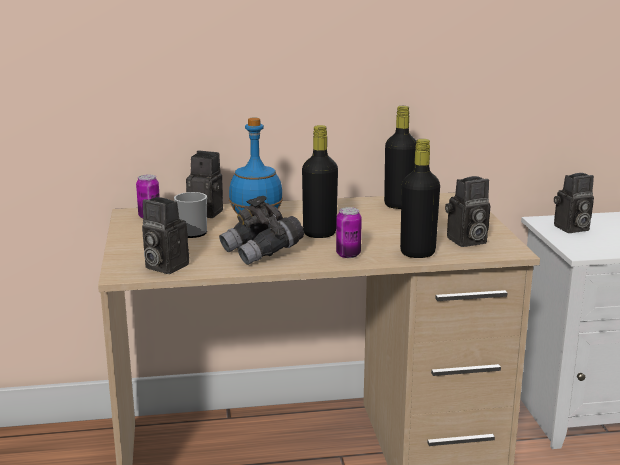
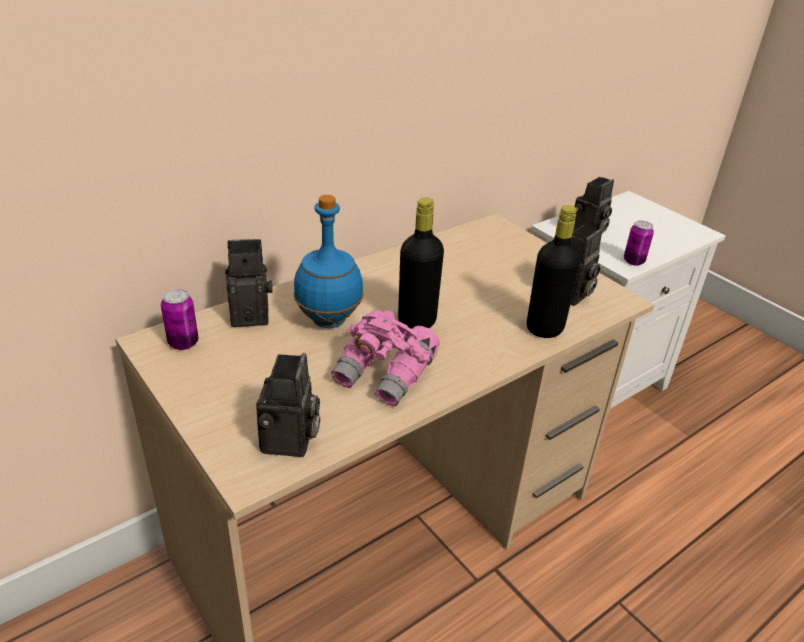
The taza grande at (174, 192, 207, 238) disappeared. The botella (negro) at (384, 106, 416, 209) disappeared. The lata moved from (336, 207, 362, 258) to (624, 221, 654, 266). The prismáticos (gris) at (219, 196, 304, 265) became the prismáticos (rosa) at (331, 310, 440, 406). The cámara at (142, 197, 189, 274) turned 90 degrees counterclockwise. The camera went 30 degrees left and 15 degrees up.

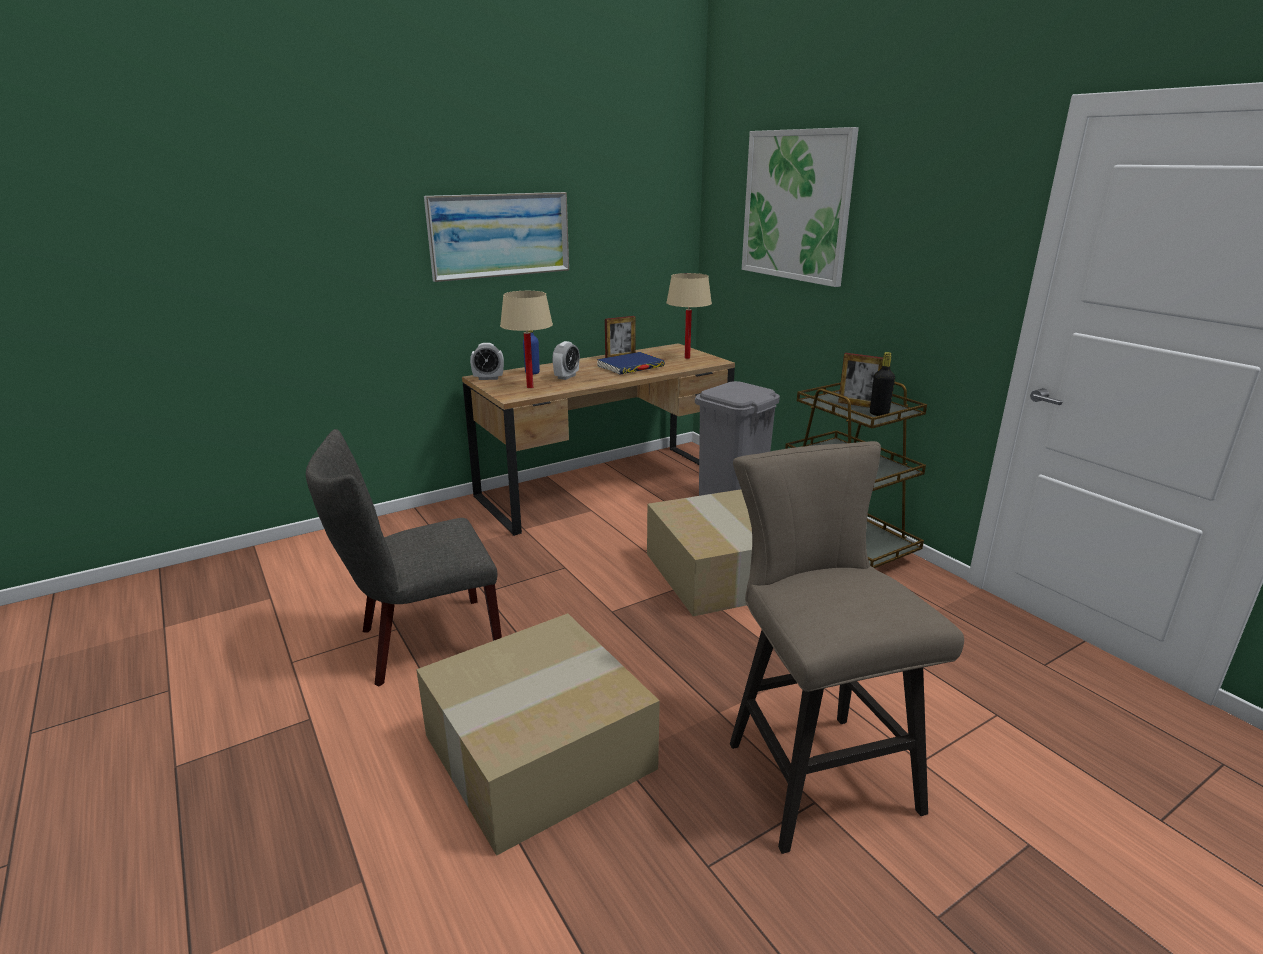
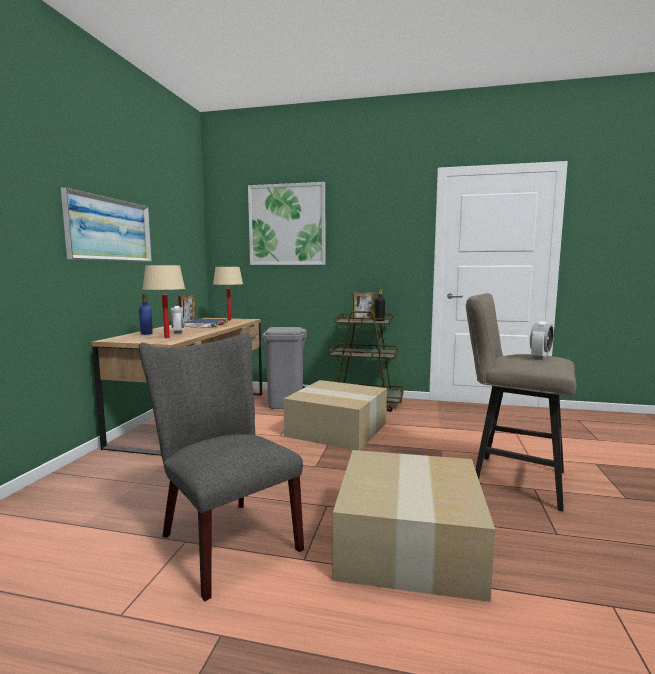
The despertador moved from (470, 343, 504, 380) to (530, 321, 554, 360). The silla (gris) at (306, 429, 502, 686) turned 120 degrees clockwise. The camera went 45 degrees left and 15 degrees down.

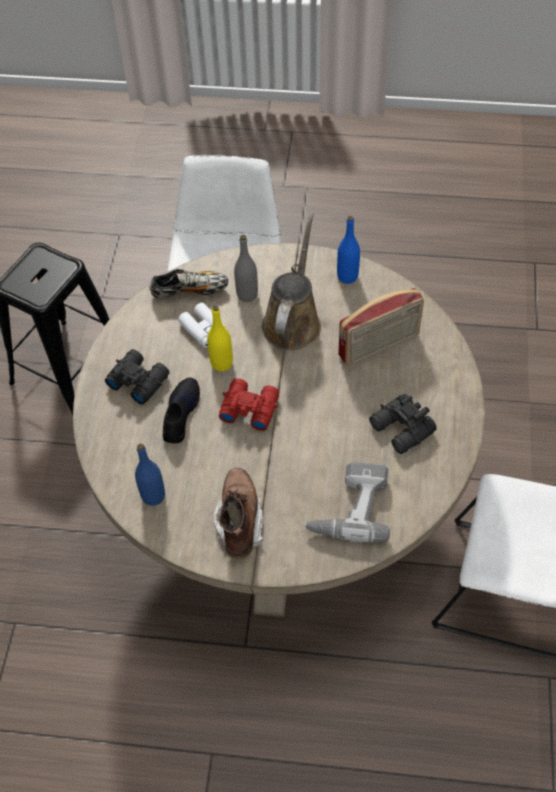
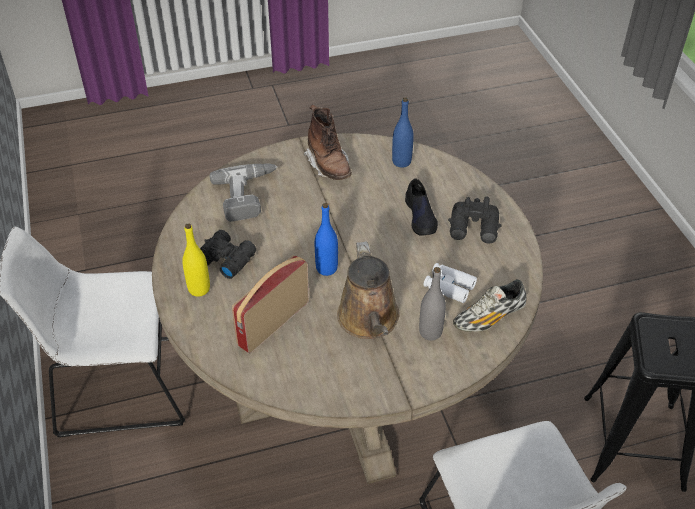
The prismáticos (rojo) at (219, 378, 279, 431) disappeared. The botella (amarillo) moved from (207, 305, 233, 371) to (182, 223, 210, 297). The botella (azul) moved from (337, 216, 360, 284) to (315, 203, 338, 276). The camera went 155 degrees right and 10 degrees down.

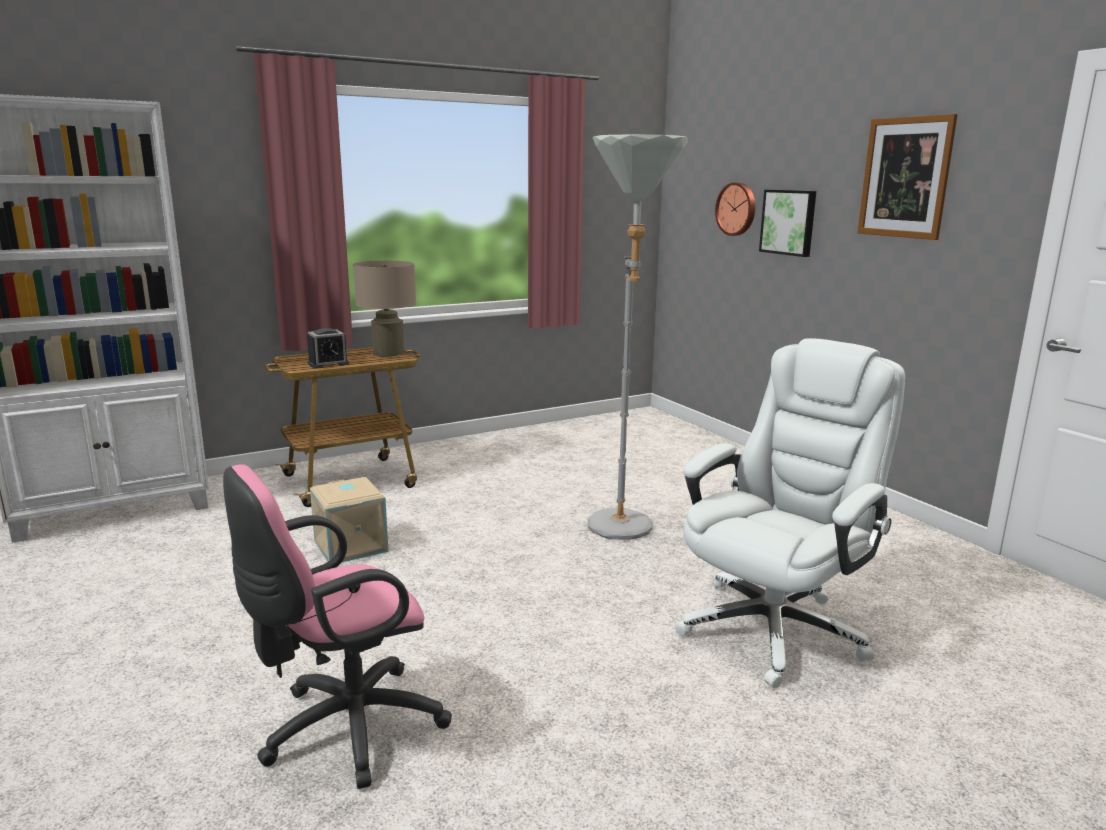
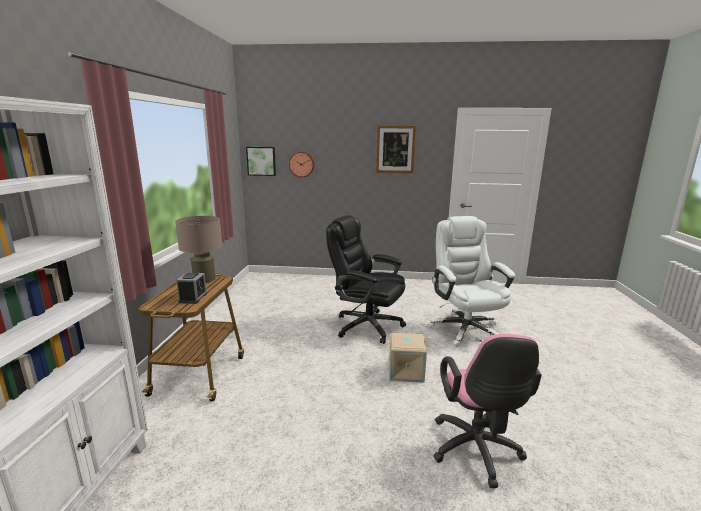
The caja de almacenaje (beis) moved from (310, 477, 389, 563) to (389, 333, 428, 383). The cuadro moved from (759, 190, 816, 257) to (246, 147, 276, 176). The lámpara de pie (gris) at (588, 134, 688, 540) was replaced by the silla de oficina (negro) at (326, 215, 406, 344). The camera went 55 degrees left and 0 degrees up.

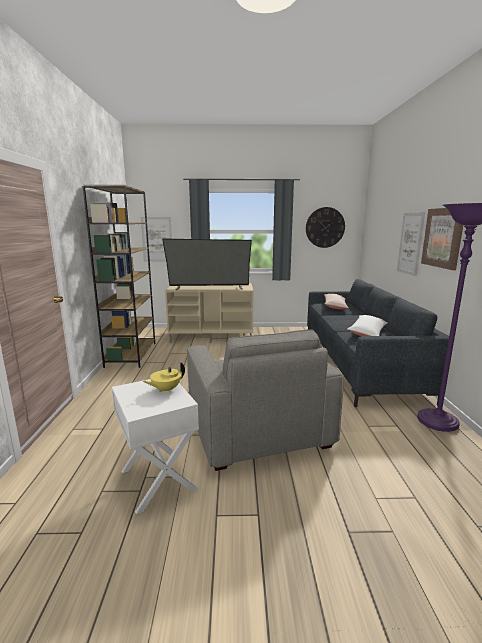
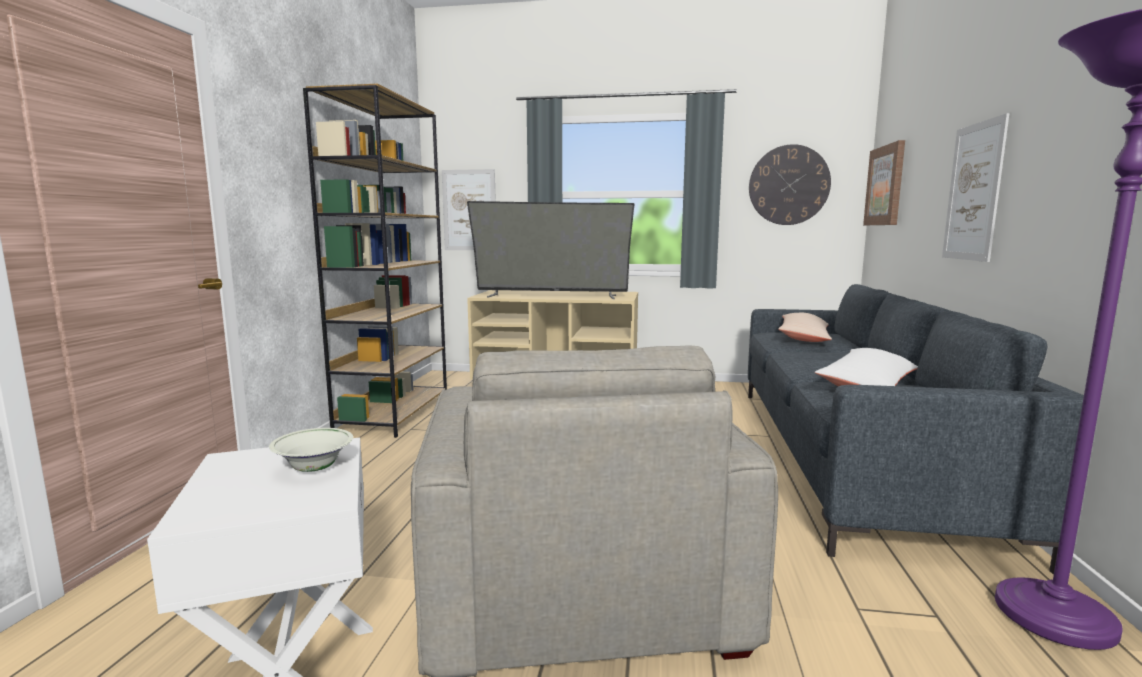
The cuadro moved from (421, 208, 463, 270) to (863, 140, 905, 225). The tetera (amarillo) at (143, 362, 185, 393) was replaced by the cuenco (blanco) at (269, 428, 353, 472). The camera went 10 degrees right and 5 degrees down.

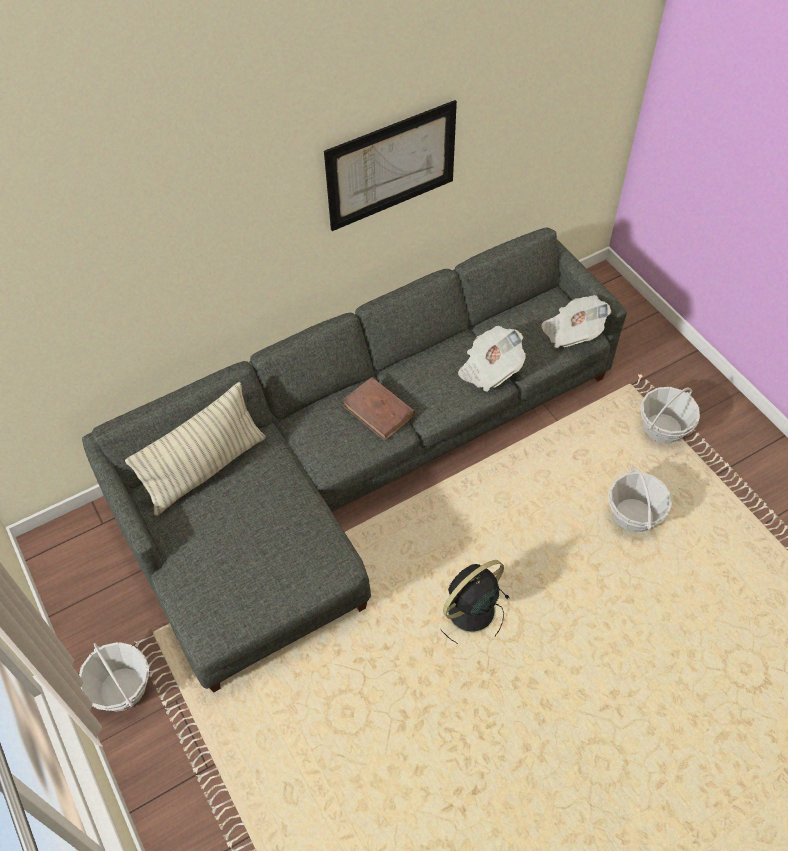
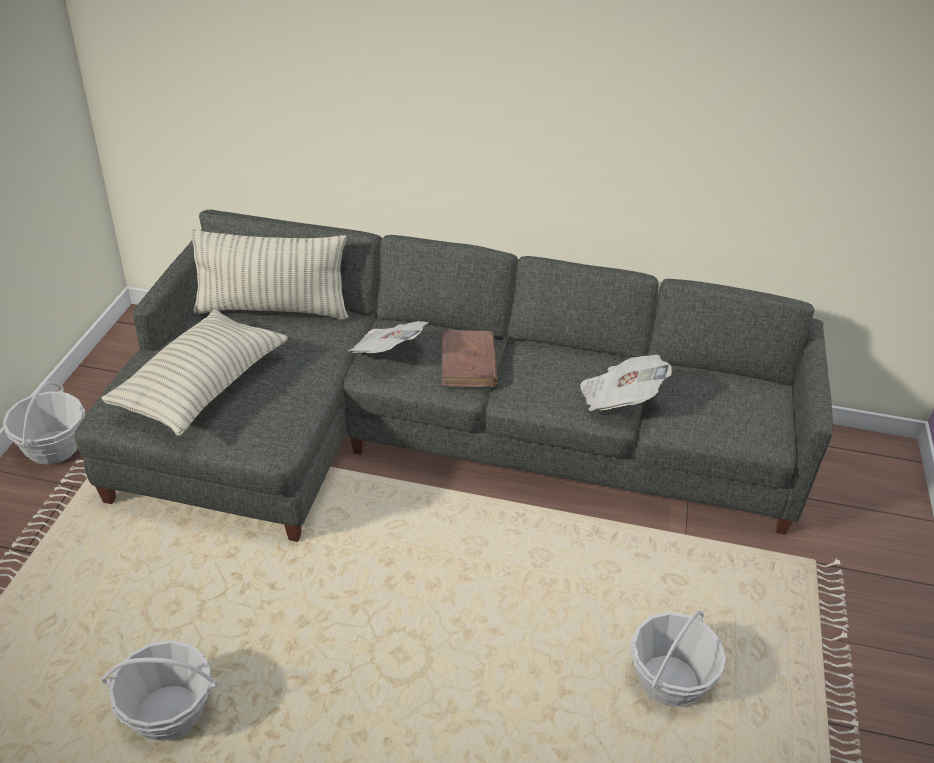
The cuadro at (324, 100, 457, 231) disappeared. The ventilador (negro) at (440, 560, 509, 644) disappeared. The cojín at (101, 309, 288, 436) appeared. The periódico moved from (541, 295, 611, 348) to (348, 321, 428, 353). The cesta moved from (640, 387, 700, 444) to (101, 640, 218, 741). The camera went 40 degrees right and 15 degrees down.

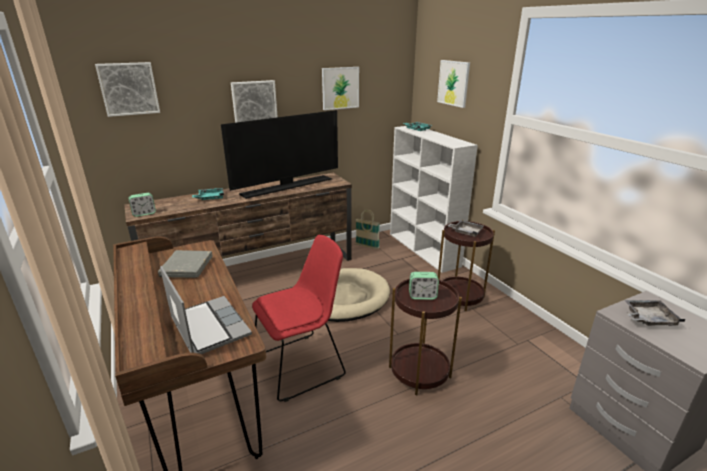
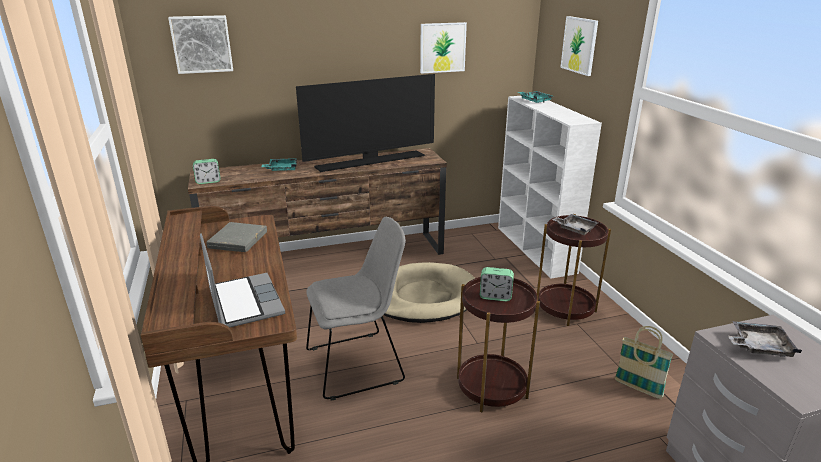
The cuadro at (231, 80, 278, 123) disappeared. The cesta moved from (356, 210, 380, 249) to (615, 326, 673, 399). The silla (rojo) at (252, 235, 346, 402) became the silla (gris) at (306, 217, 406, 400). The camera went 10 degrees right and 0 degrees up.

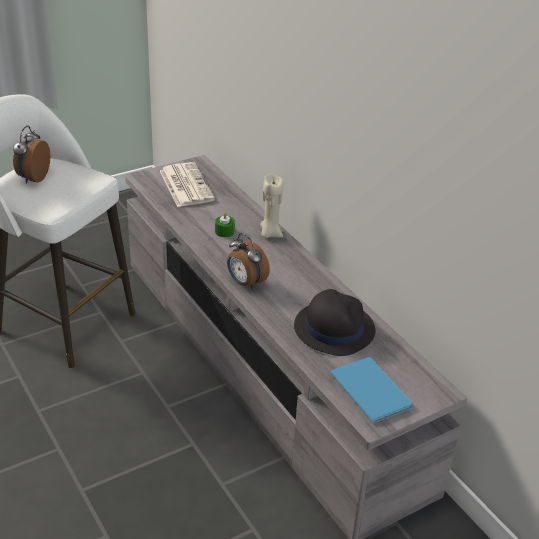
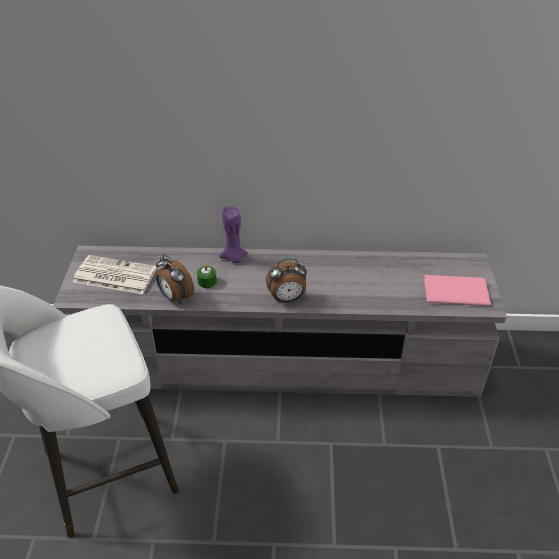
The sombrero (negro) at (294, 289, 376, 356) disappeared. The despertador moved from (13, 126, 50, 183) to (156, 254, 194, 304). The vela (beis) at (260, 174, 283, 238) became the vela (morado) at (219, 206, 248, 264). The libro (azul) at (330, 357, 412, 424) became the libro (rosa) at (424, 275, 490, 306). The camera went 55 degrees left and 5 degrees up.

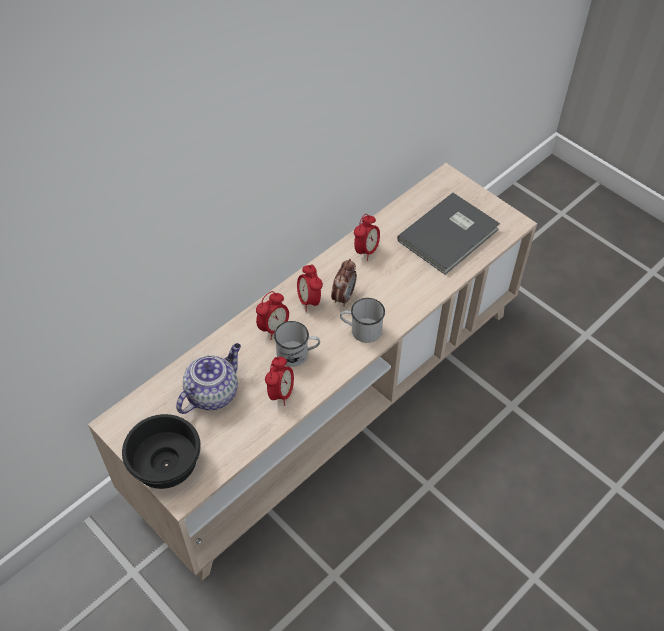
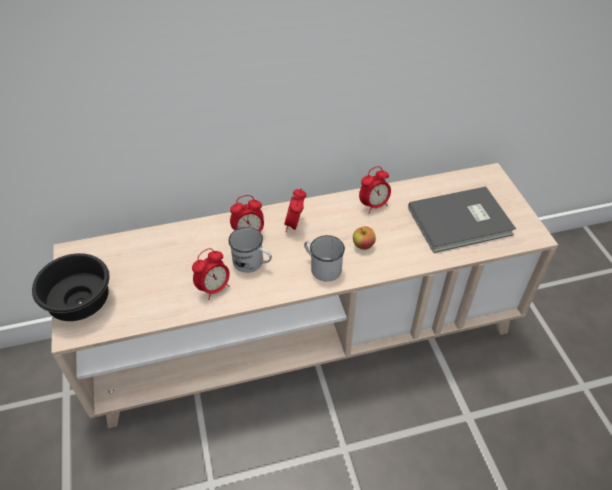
The tetera at (176, 343, 241, 414) disappeared. The despertador at (331, 259, 357, 307) disappeared. The manzana at (353, 226, 376, 250) appeared. The camera went 30 degrees right and 5 degrees down.

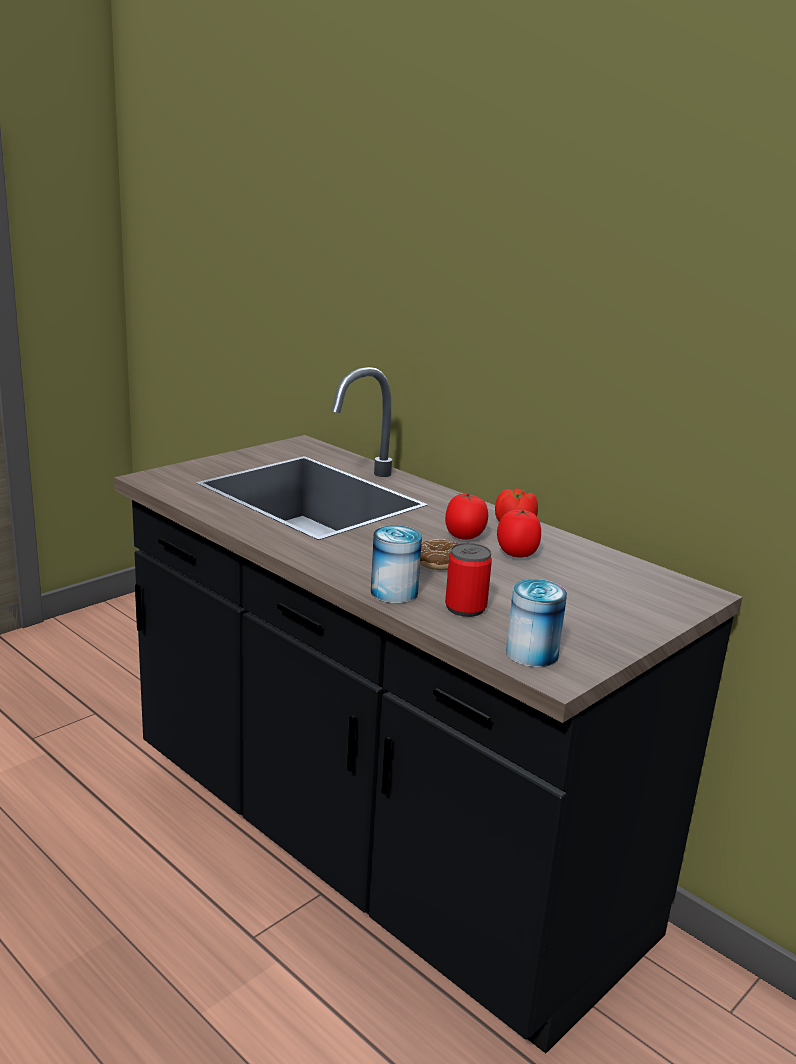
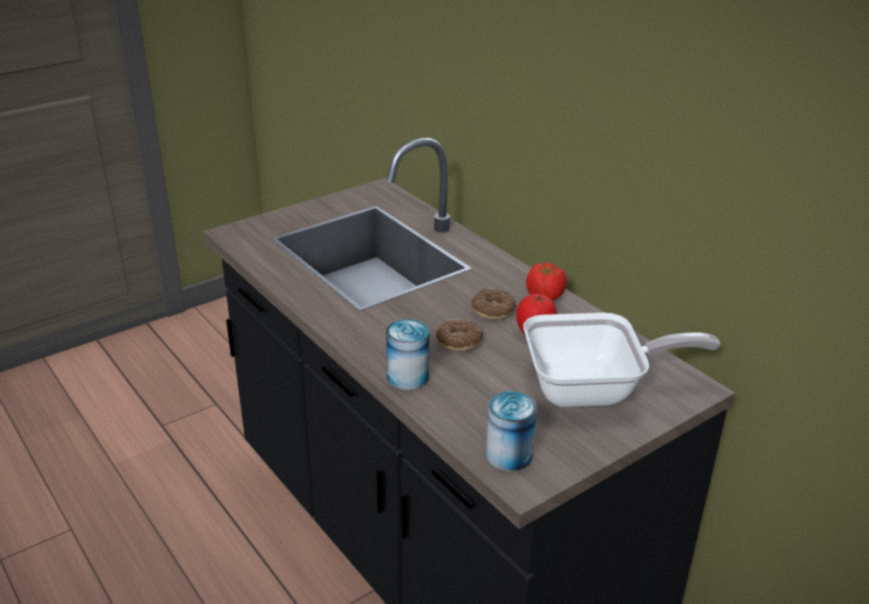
The lata at (445, 543, 492, 617) disappeared. The sartén at (523, 313, 720, 408) appeared. The tomate at (445, 493, 488, 540) was replaced by the rosquilla at (471, 288, 516, 320). The camera went 10 degrees right and 10 degrees up.

